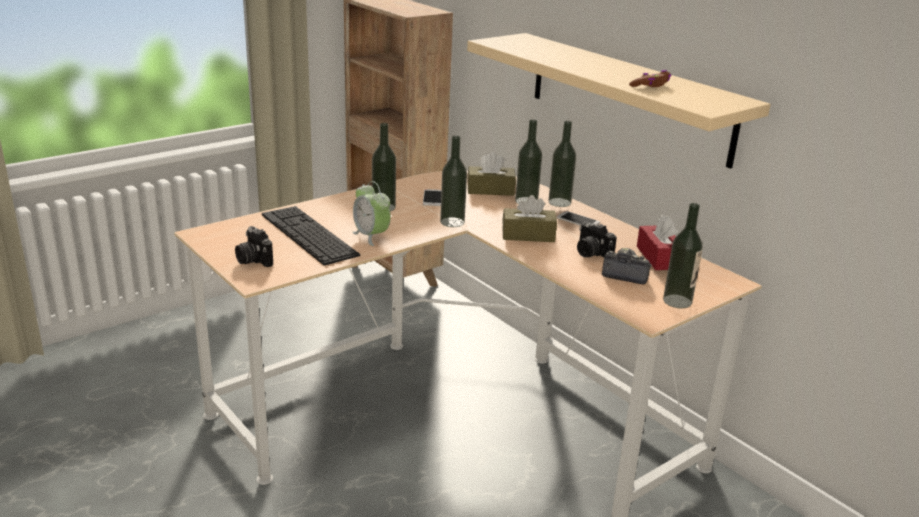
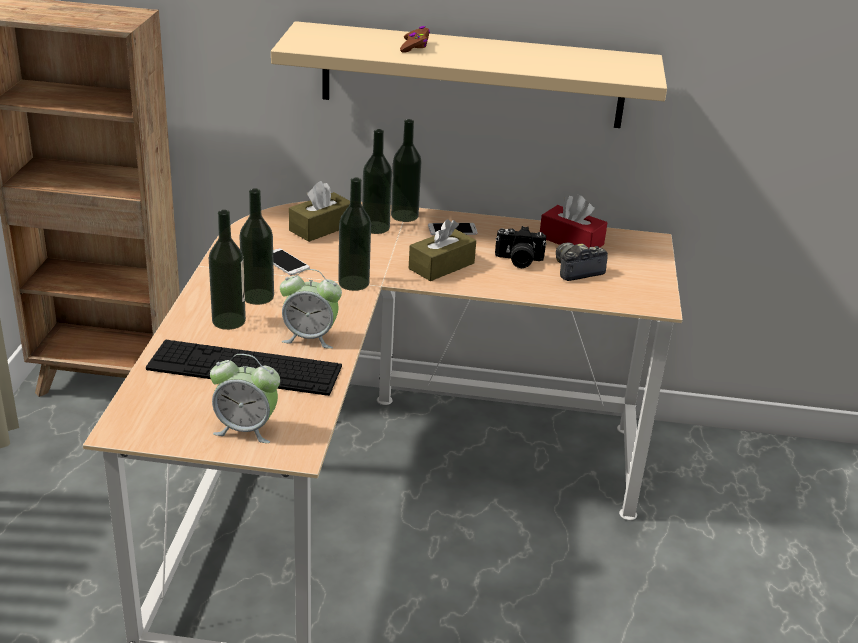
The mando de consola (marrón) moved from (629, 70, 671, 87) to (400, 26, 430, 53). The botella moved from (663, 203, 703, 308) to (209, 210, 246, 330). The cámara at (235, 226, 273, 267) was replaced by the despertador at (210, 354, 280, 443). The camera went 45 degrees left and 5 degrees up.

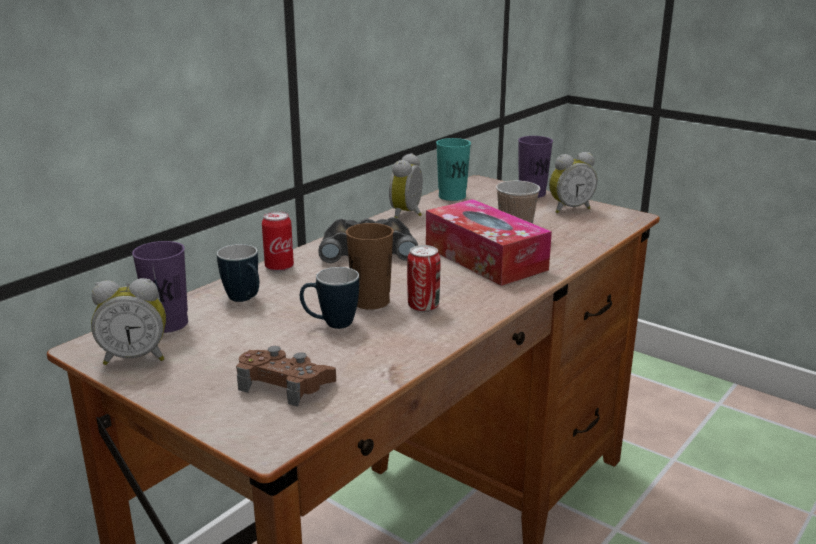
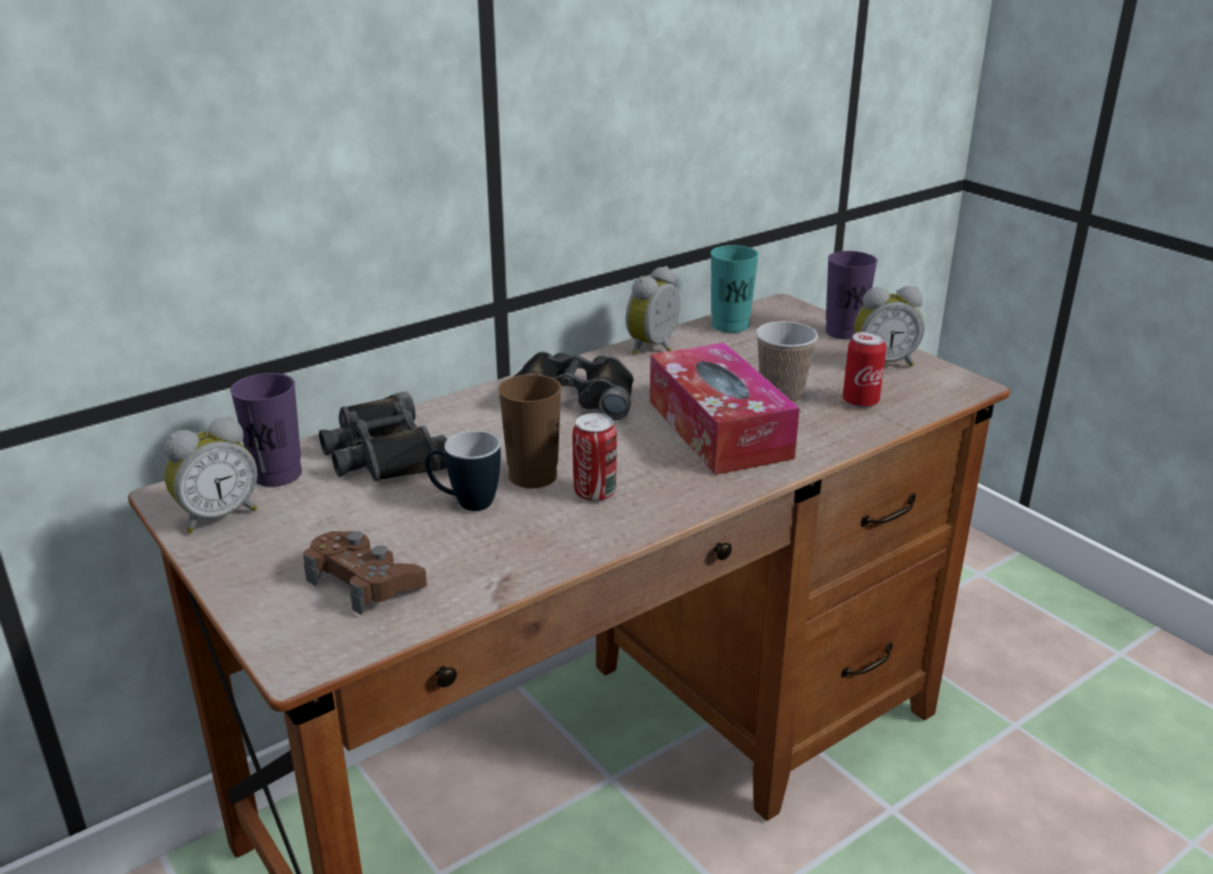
The lata moved from (262, 211, 294, 272) to (843, 331, 886, 408). The taza grande at (217, 244, 259, 302) was replaced by the prismáticos (negro) at (319, 391, 447, 482). The despertador at (91, 278, 166, 365) turned 45 degrees counterclockwise. The camera went 15 degrees right and 5 degrees up.

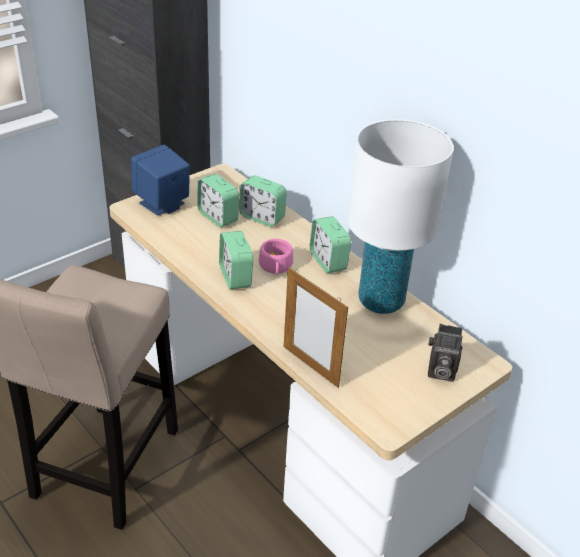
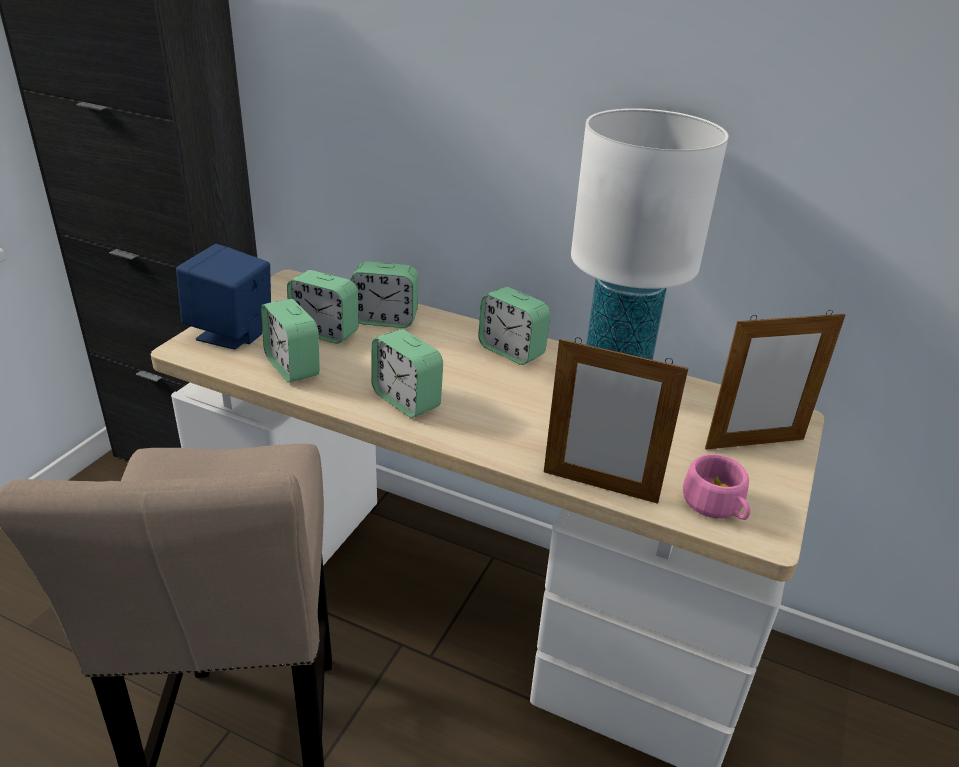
The despertador at (261, 299, 320, 383) appeared. The taza (rosa) moved from (259, 239, 293, 275) to (683, 454, 751, 520). The cámara at (428, 324, 463, 382) was replaced by the portarretratos at (705, 310, 845, 450). The camera went 25 degrees left and 5 degrees down.

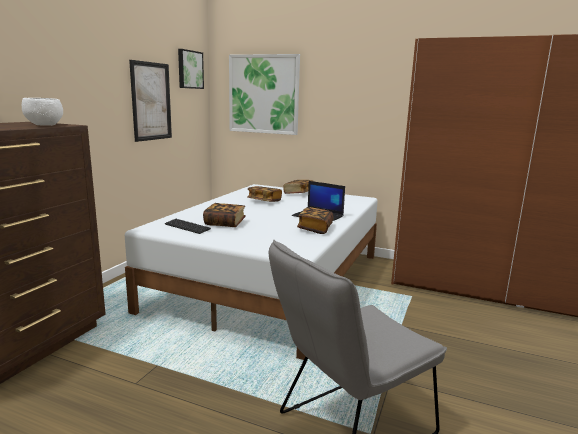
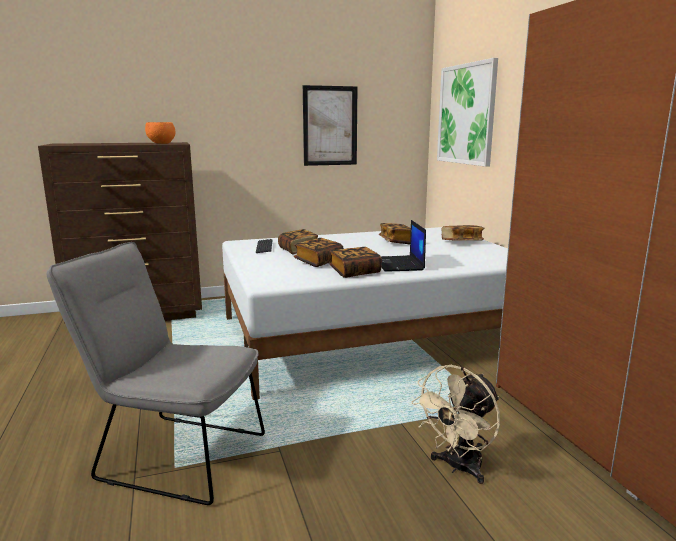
The cuadro at (178, 49, 204, 89) disappeared. The libro at (294, 238, 344, 267) appeared. The ventilador (beis) at (412, 365, 500, 484) appeared. The cuenco (blanco) at (22, 98, 63, 126) became the cuenco (naranja) at (145, 122, 175, 144). The camera went 50 degrees right and 0 degrees up.

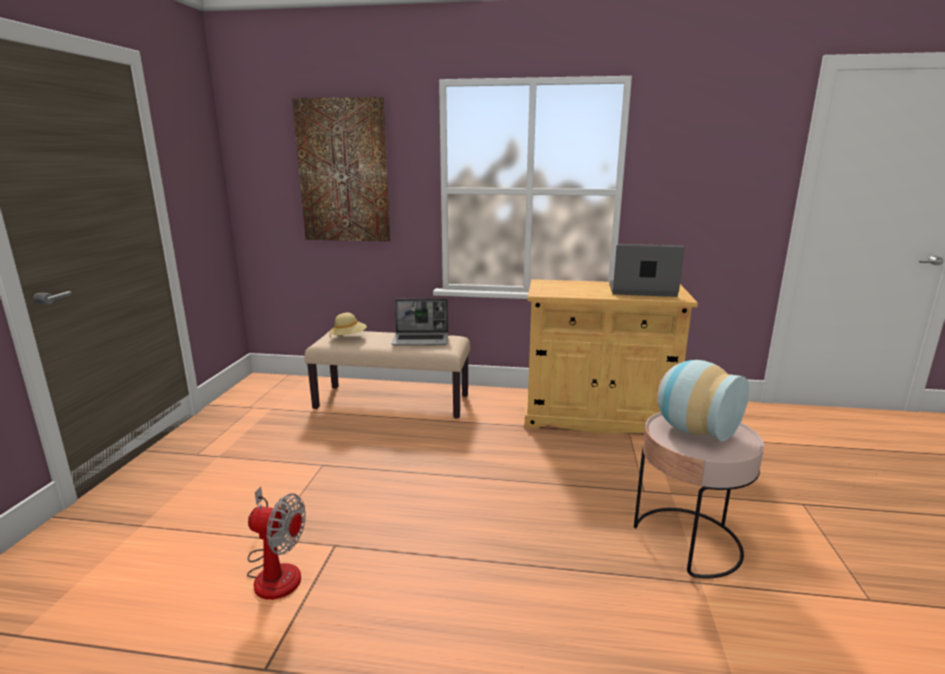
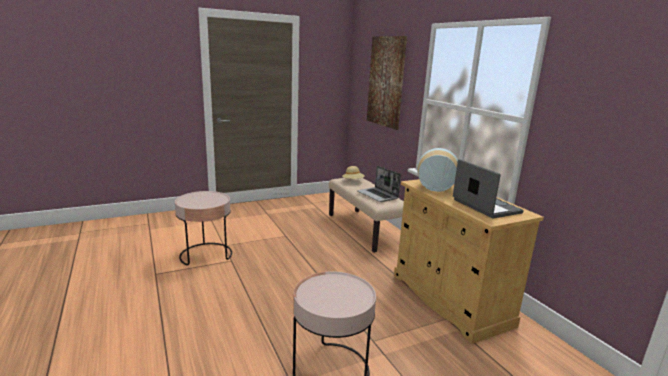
The florero moved from (657, 360, 749, 441) to (417, 148, 458, 192). The ventilador at (247, 486, 306, 600) was replaced by the mesa auxiliar (rosa) at (175, 191, 232, 265). The camera went 55 degrees right and 0 degrees up.

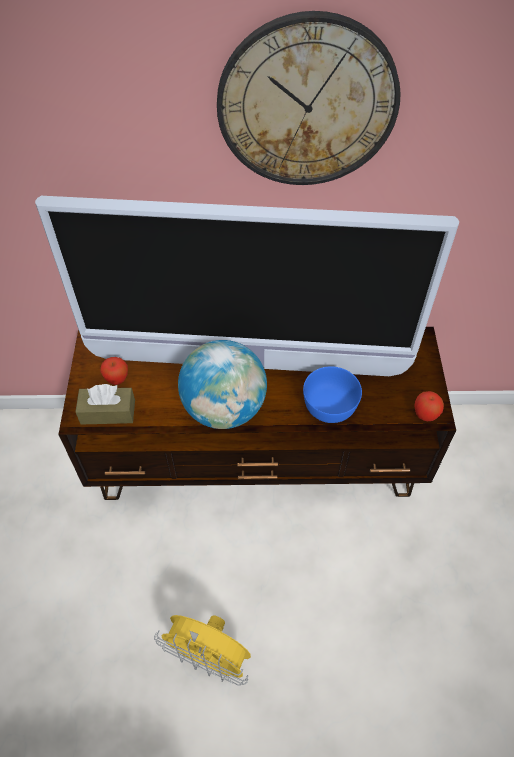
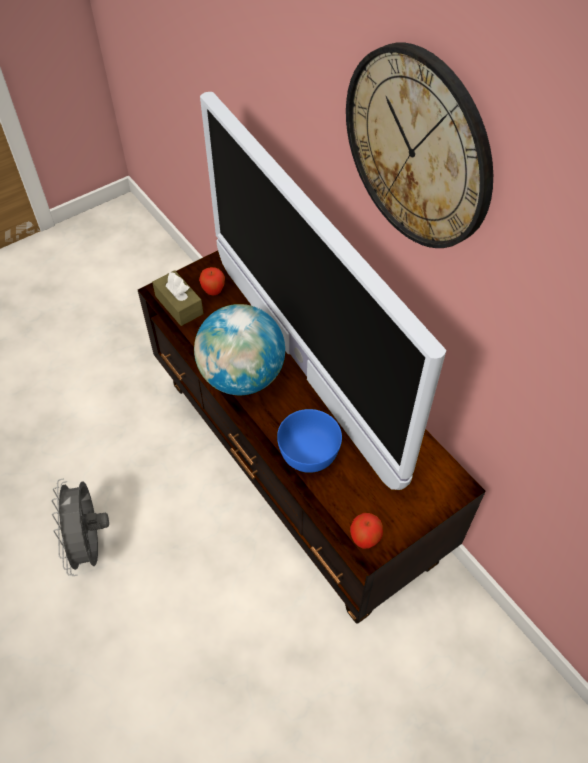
The ventilador (amarillo) at (154, 615, 251, 686) became the ventilador (gris) at (52, 478, 109, 576). The camera went 55 degrees right and 0 degrees up.

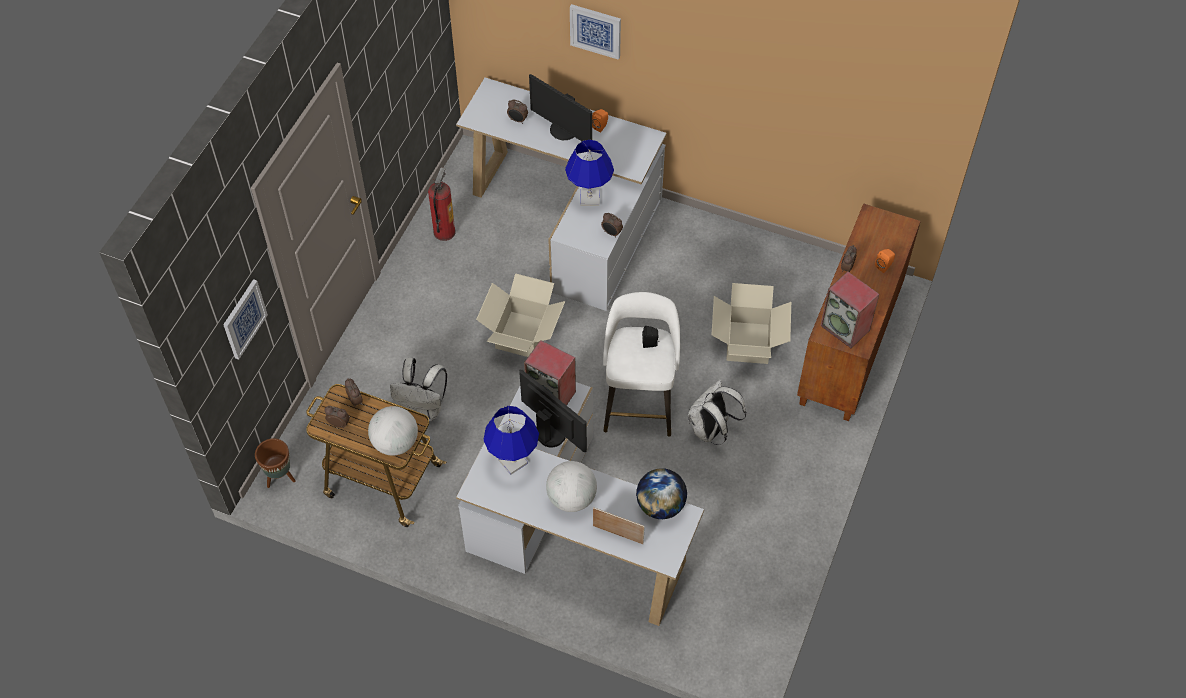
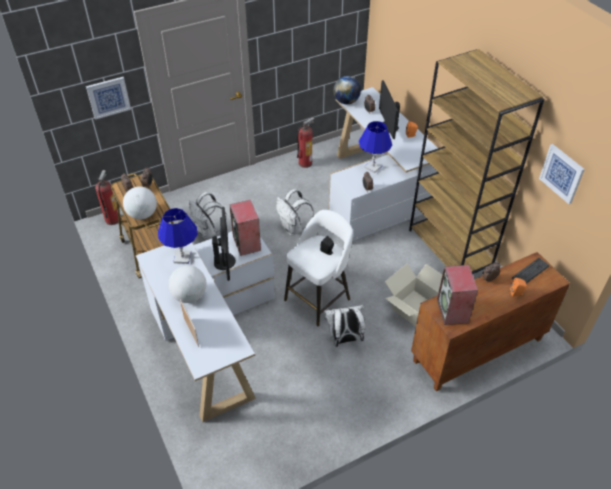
The estantería (marrón) at (409, 49, 545, 274) appeared. The teclado at (512, 258, 550, 284) appeared. The cuadro moved from (570, 4, 621, 60) to (539, 144, 585, 204). The globo terráqueo moved from (636, 468, 687, 519) to (333, 76, 361, 104). The maceta (marrón) at (255, 438, 296, 488) was replaced by the extintor at (95, 170, 119, 225). The caja de cartón at (476, 273, 565, 357) was replaced by the mochila (blanco) at (276, 189, 314, 236). The camera went 40 degrees right and 10 degrees down.

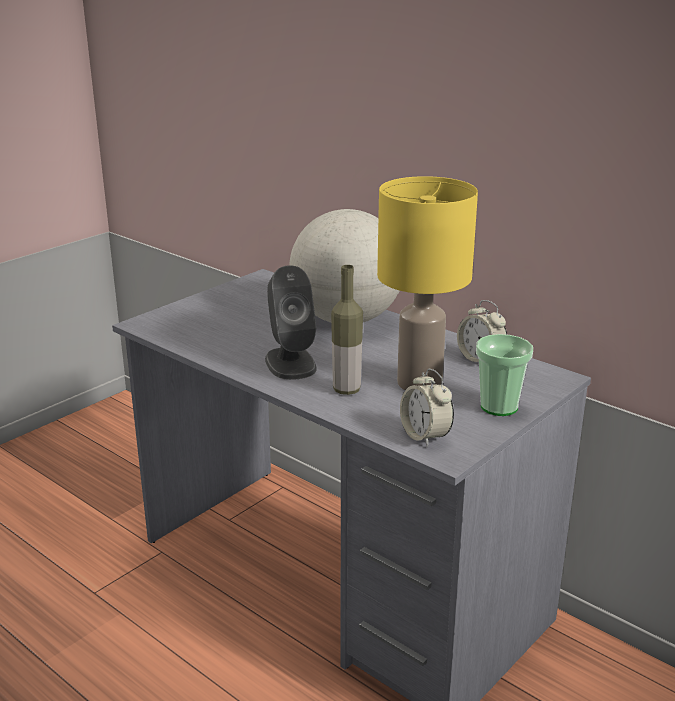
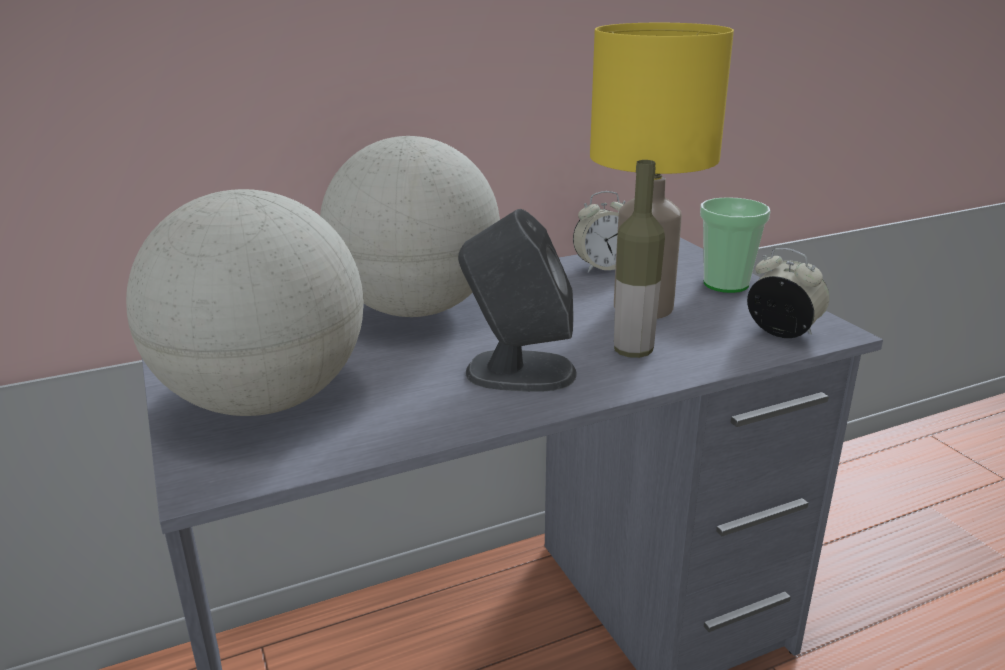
The globo terráqueo at (126, 189, 364, 416) appeared. The despertador at (400, 369, 454, 447) turned 135 degrees counterclockwise. The camera went 65 degrees left and 0 degrees up.

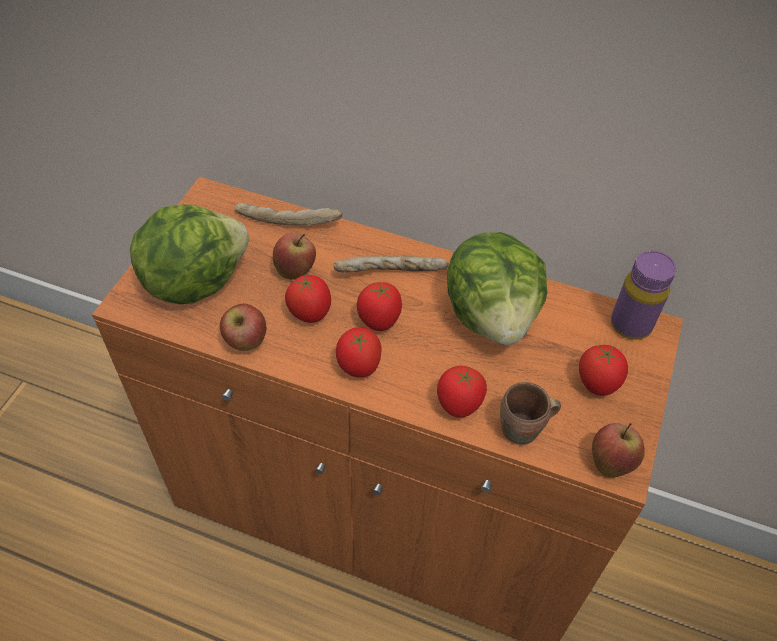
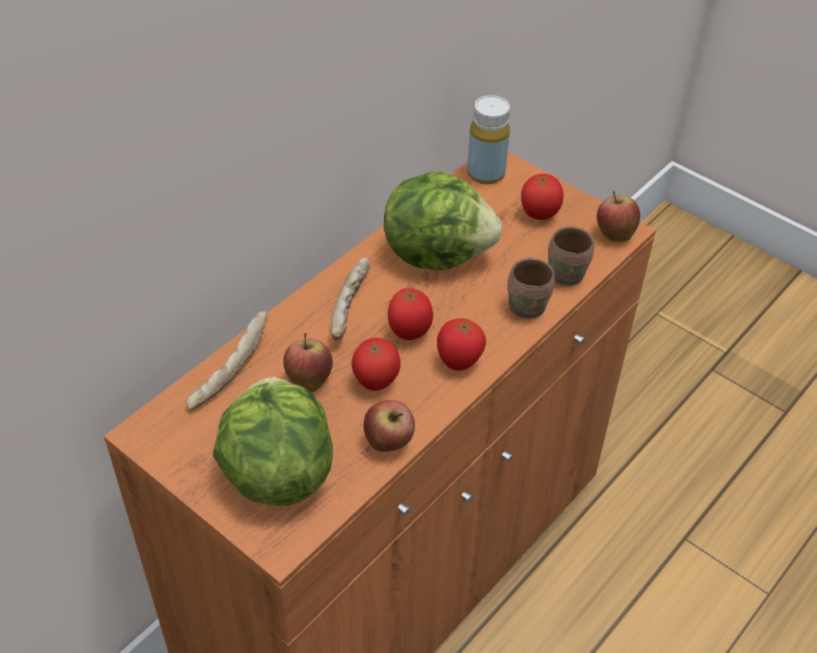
The tomate at (437, 366, 487, 418) was replaced by the taza grande (marrón) at (508, 257, 555, 319). The botella (morado) at (611, 250, 676, 340) became the botella (amarillo) at (467, 95, 510, 184). The camera went 70 degrees left and 5 degrees down.

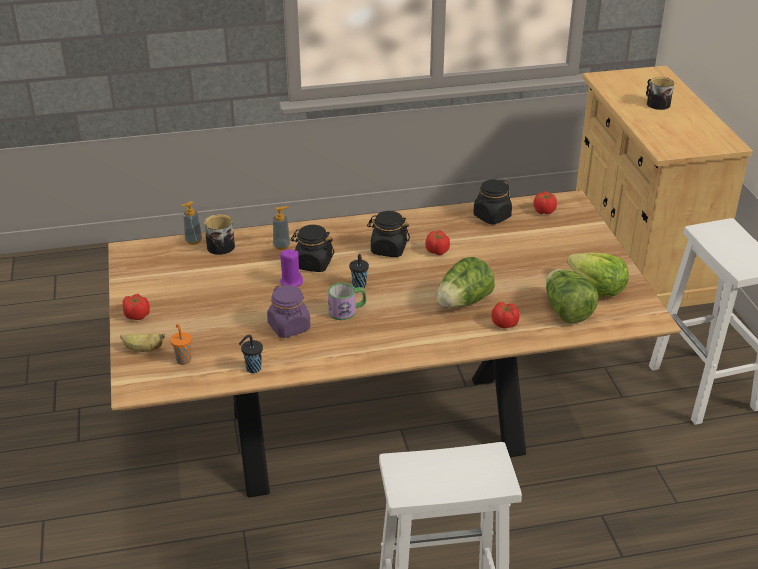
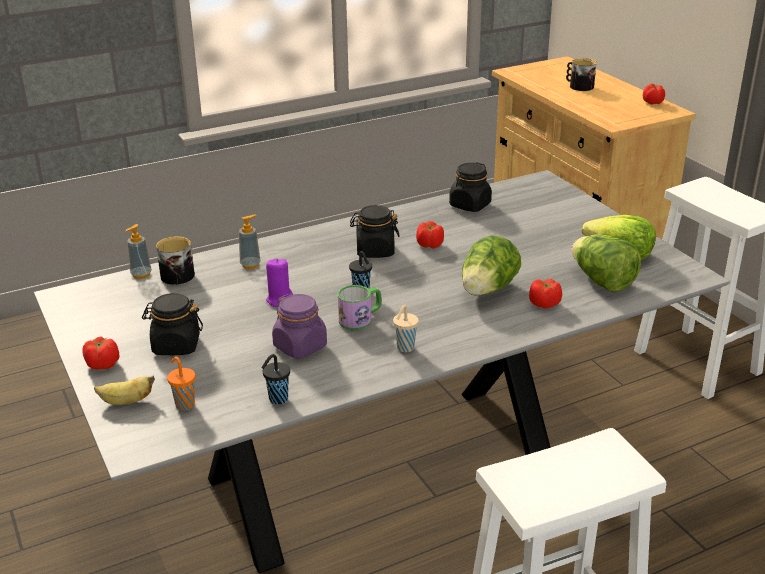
The taza (beis) at (393, 305, 419, 352) appeared. The tarro (negro) moved from (291, 225, 334, 272) to (142, 293, 203, 355). The tomate moved from (533, 191, 557, 214) to (643, 84, 665, 105). The mesa de comedor (marrón) at (108, 190, 681, 497) became the mesa de comedor (gris) at (34, 170, 730, 573). The camera went 15 degrees left and 5 degrees down.

